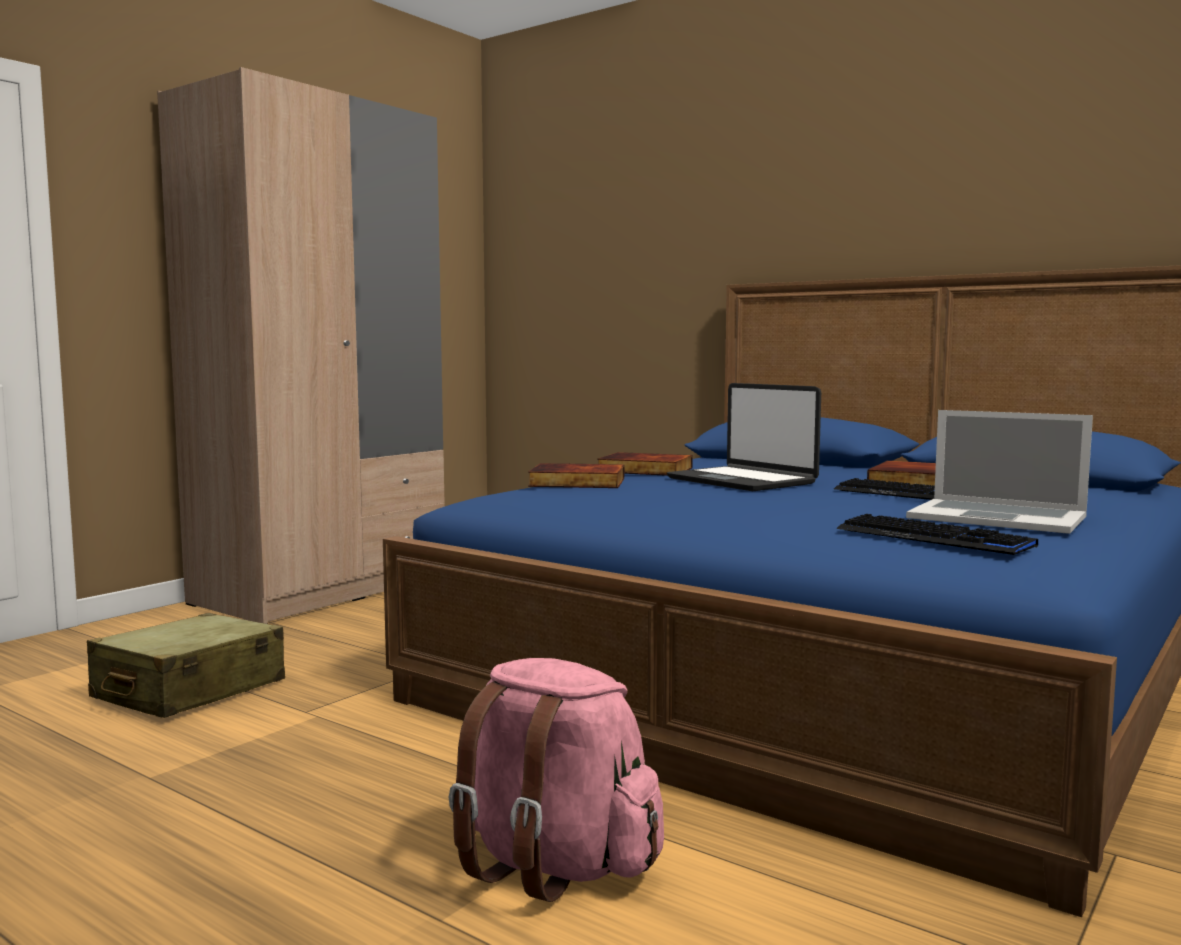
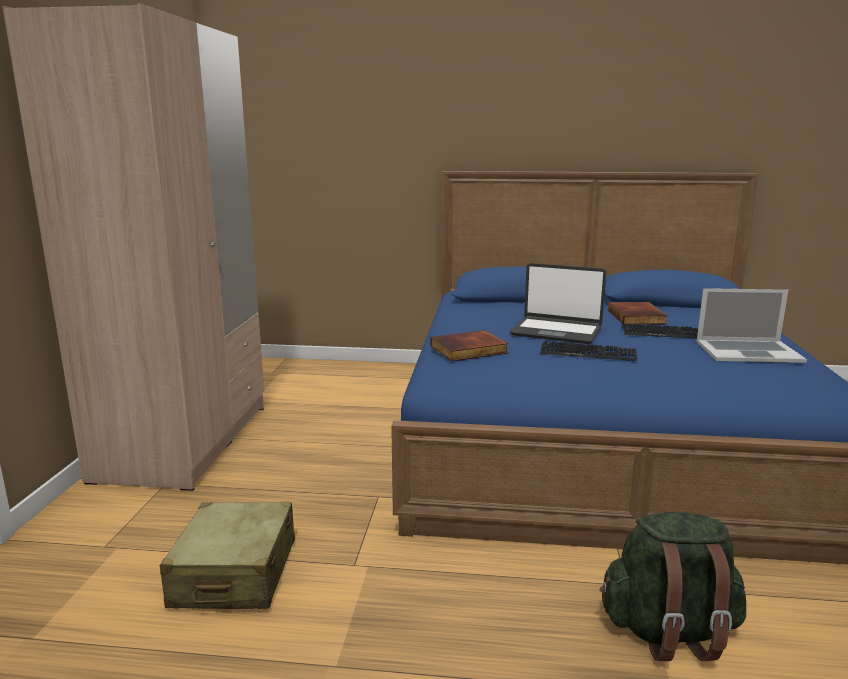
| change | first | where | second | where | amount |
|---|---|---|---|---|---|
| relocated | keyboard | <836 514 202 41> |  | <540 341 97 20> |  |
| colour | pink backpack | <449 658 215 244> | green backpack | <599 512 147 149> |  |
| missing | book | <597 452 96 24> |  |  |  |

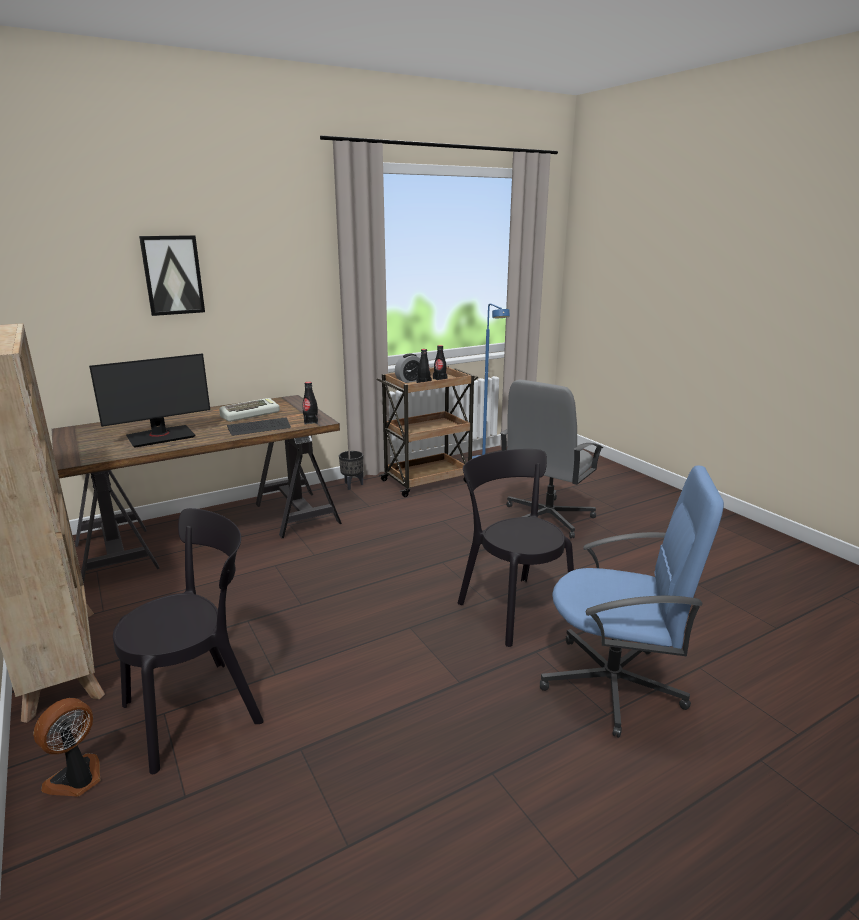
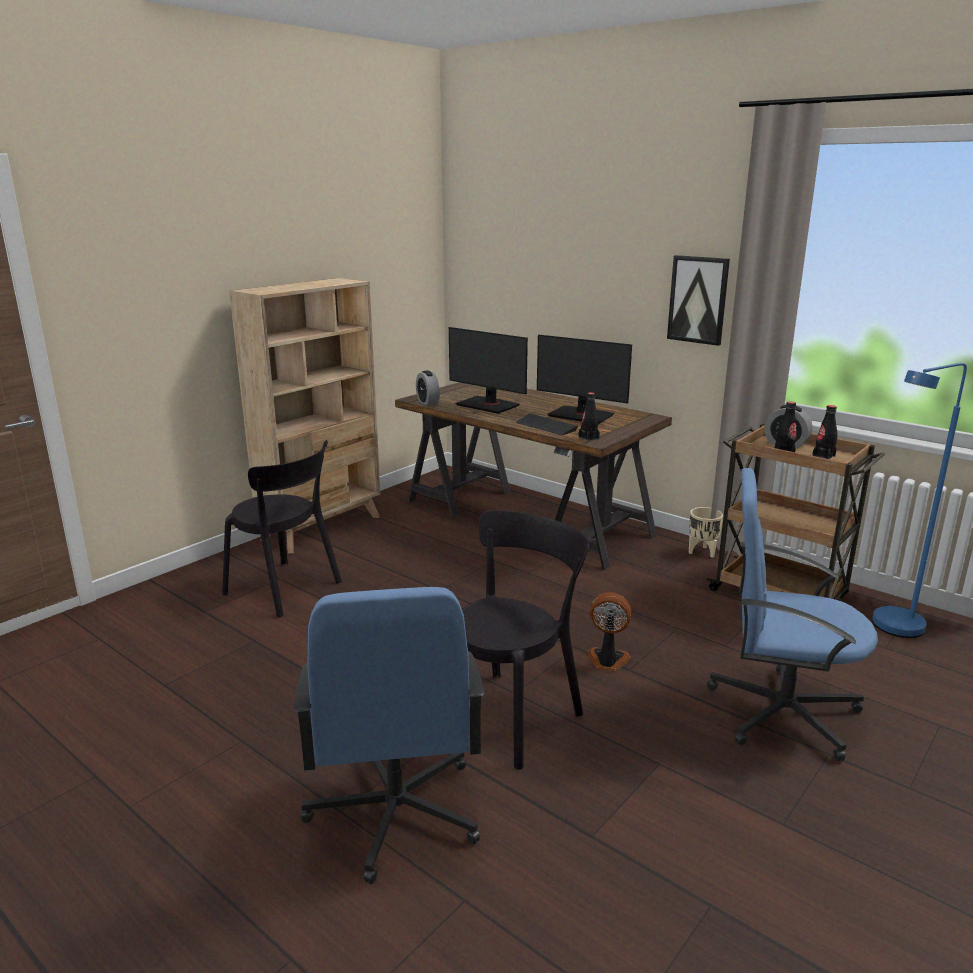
| change | first | where | second | where | amount |
|---|---|---|---|---|---|
| appeared |  |  | alarm clock | <416 370 24 36> |  |
| exchanged | keyboard | <219 398 61 24> | monitor | <537 335 95 89> |  |
| relocated | fan | <33 698 67 99> |  | <587 592 44 79> |  |
| relocated | picture | <139 235 66 81> |  | <667 255 63 91> |  |
| colour | black planter | <339 451 24 39> | beige planter | <689 507 34 51> |  |
| colour | grey office chair | <500 380 103 158> | blue office chair | <707 468 171 293> |  |

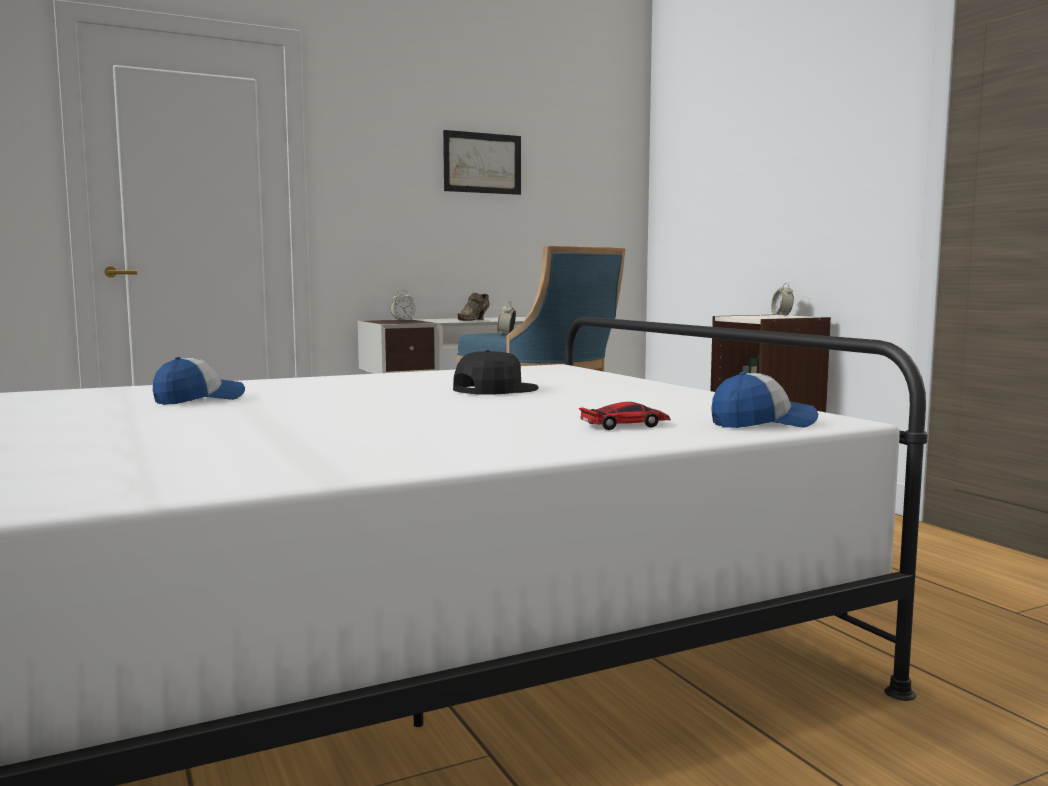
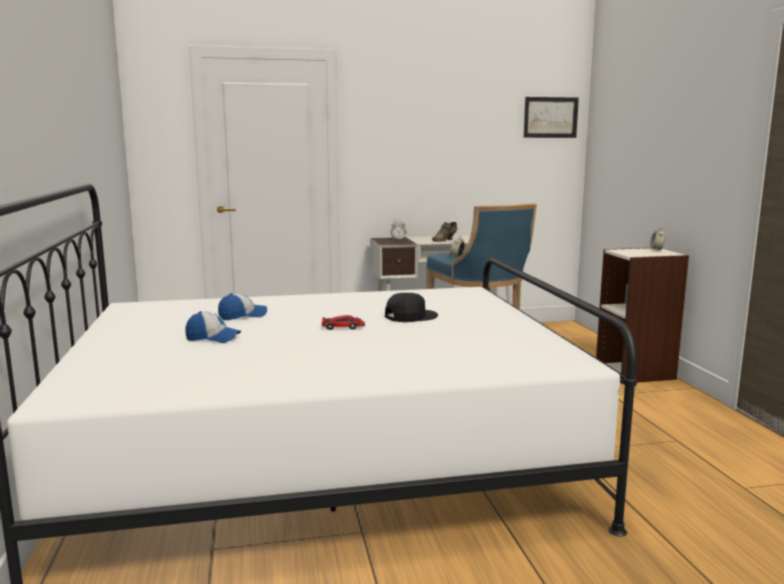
| change | first | where | second | where | amount |
|---|---|---|---|---|---|
| relocated | cap | <711 372 107 56> |  | <185 311 56 32> |  |
| relocated | toy car | <579 402 92 28> |  | <322 315 43 15> |  |
| relocated | picture | <443 130 78 65> |  | <524 97 55 41> |  |

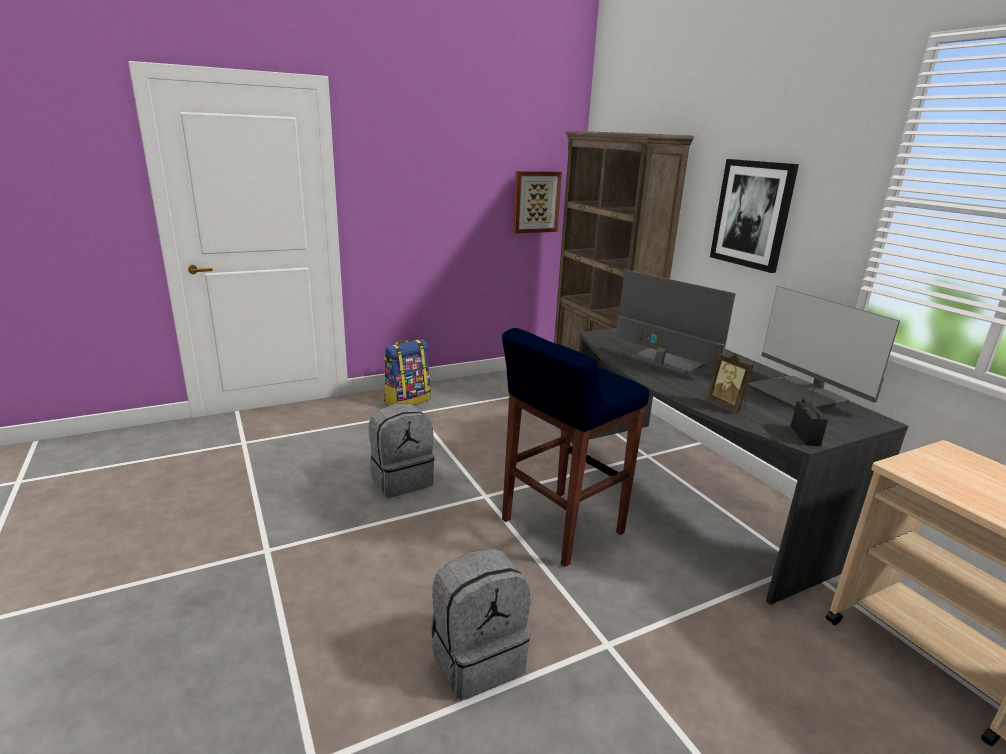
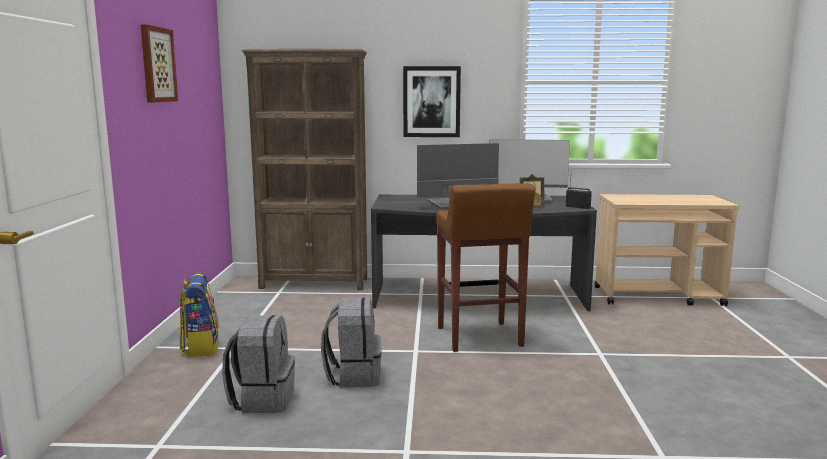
| change | first | where | second | where | amount |
|---|---|---|---|---|---|
| relocated | picture | <513 171 49 62> |  | <141 25 37 77> |  |
| relocated | grey backpack | <431 548 99 152> |  | <222 315 73 98> |  |
| colour | blue stool | <502 328 147 239> | brown stool | <436 183 99 169> |  |

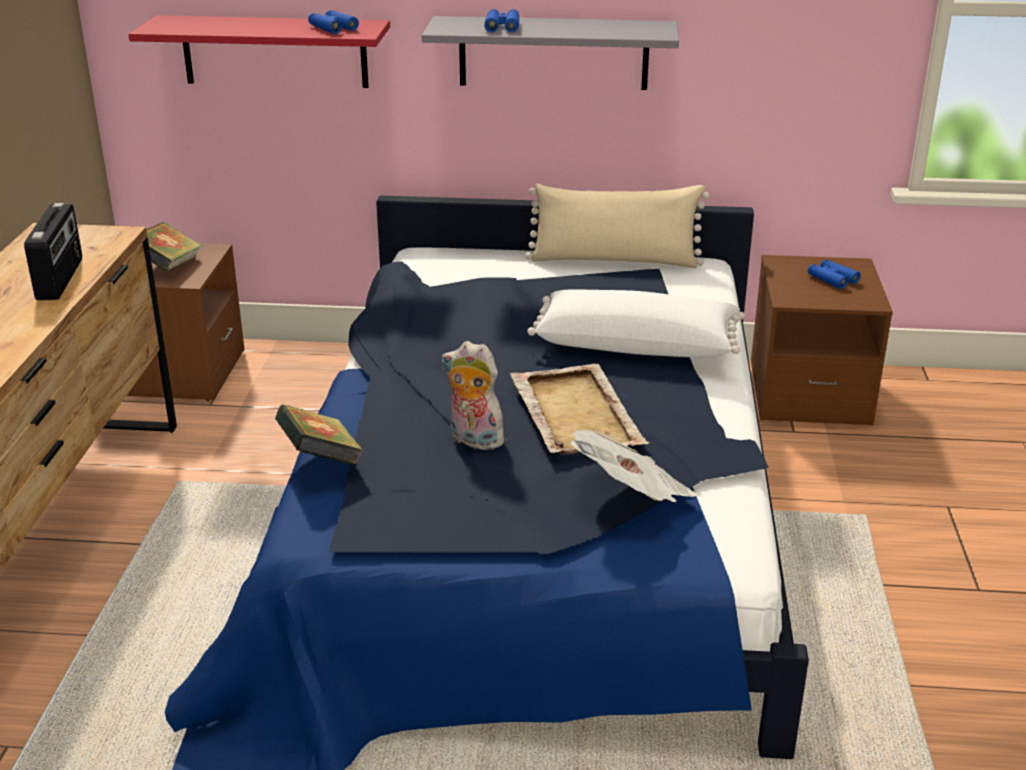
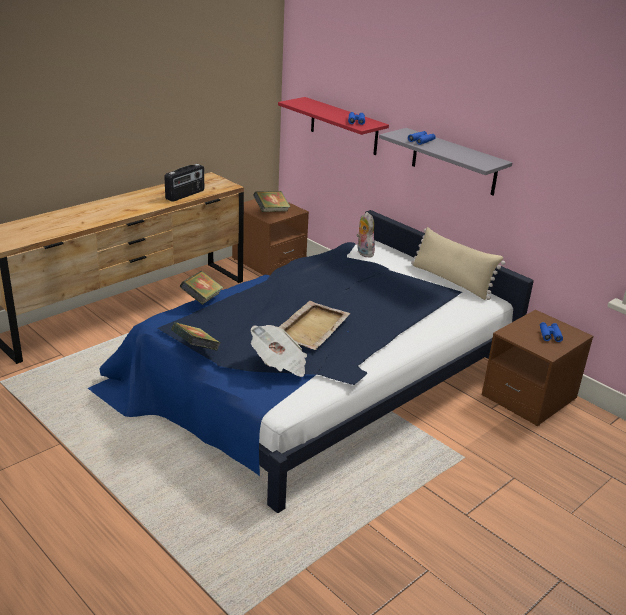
| change | first | where | second | where | amount |
|---|---|---|---|---|---|
| appeared |  |  | book | <171 322 49 29> |  |
| relocated | plush toy | <442 341 67 109> |  | <356 212 19 45> |  |
| missing | white pillow | <527 289 218 68> |  |  |  |

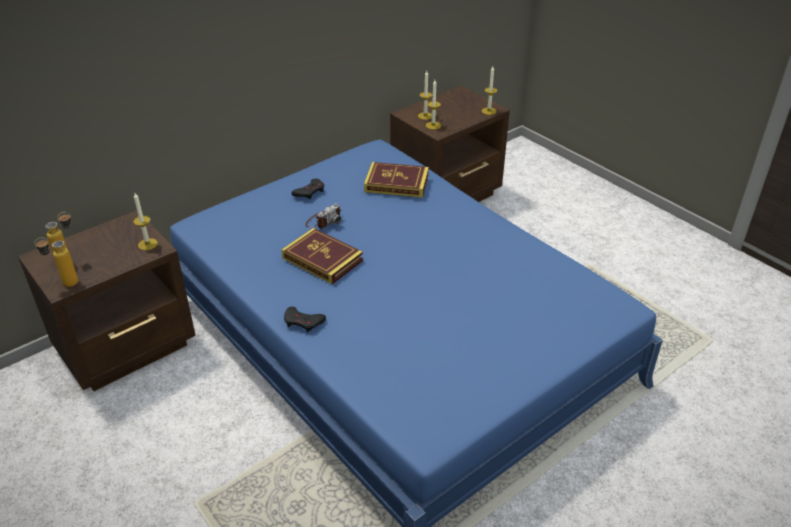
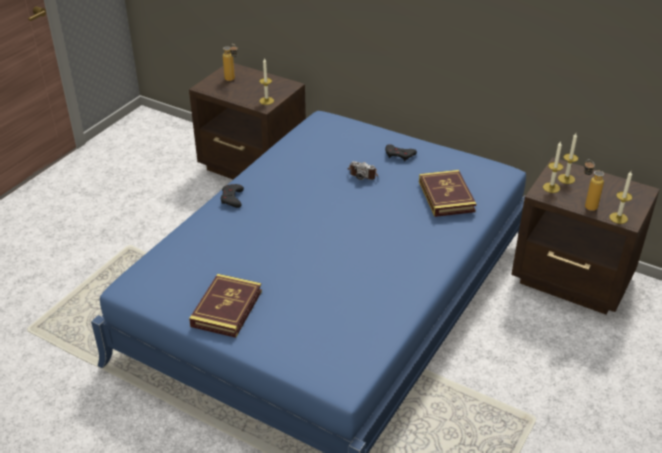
| change | first | where | second | where | amount |
|---|---|---|---|---|---|
| relocated | book | <281 228 82 56> |  | <189 274 73 64> |  |
| relocated | bottle | <34 238 44 49> |  | <584 160 20 51> |  |

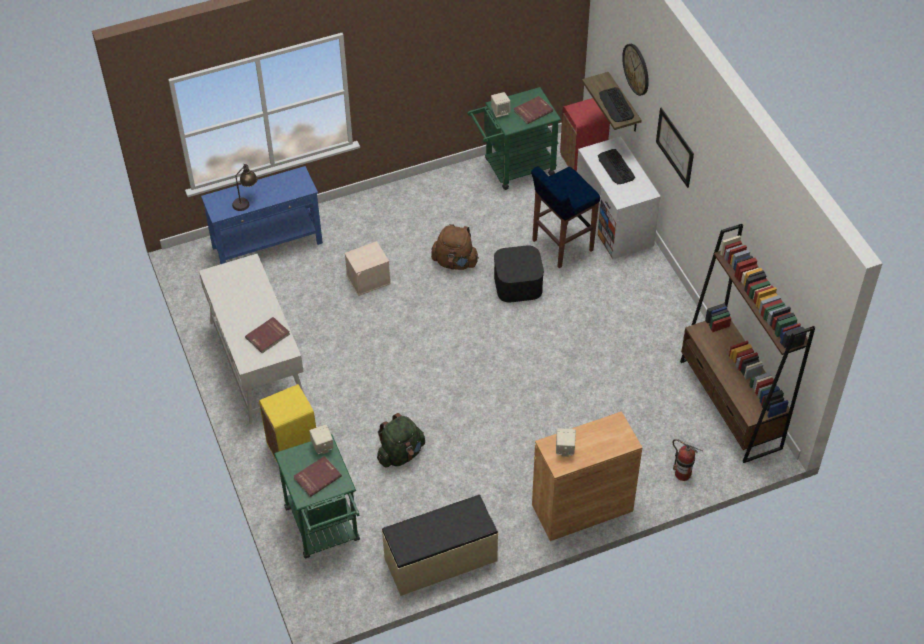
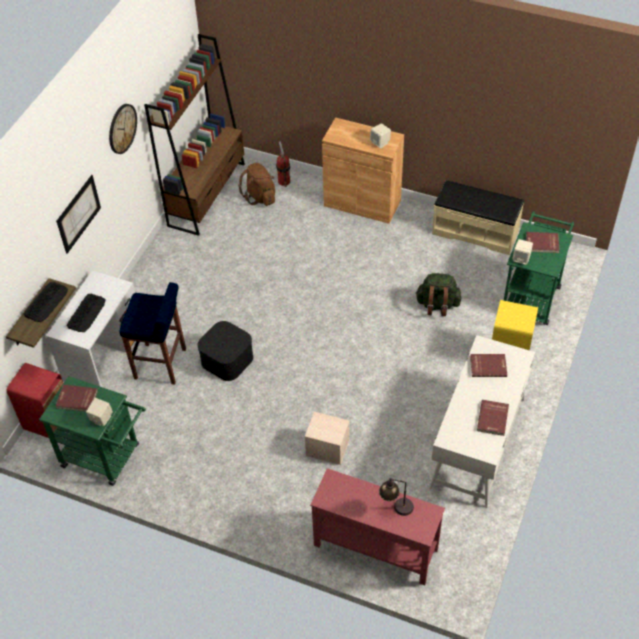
| change | first | where | second | where | amount |
|---|---|---|---|---|---|
| relocated | wall clock | <622 44 27 52> |  | <109 104 28 50> |  |
| relocated | brown backpack | <431 224 48 46> |  | <238 163 37 43> |  |
| colour | blue console table | <201 166 122 98> | red console table | <310 468 135 117> |  |
| appeared |  |  | red book | <477 400 32 36> |  |

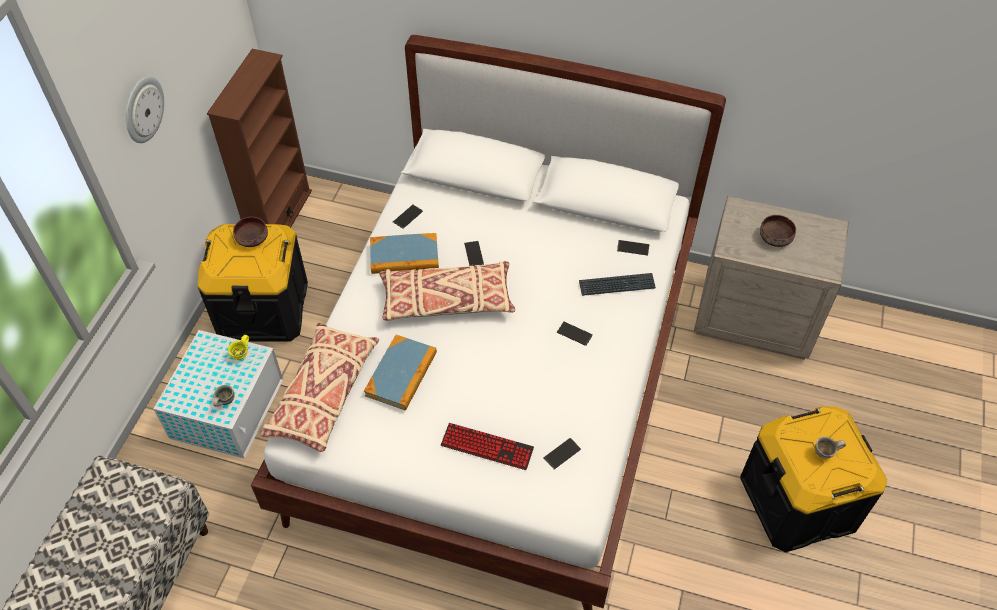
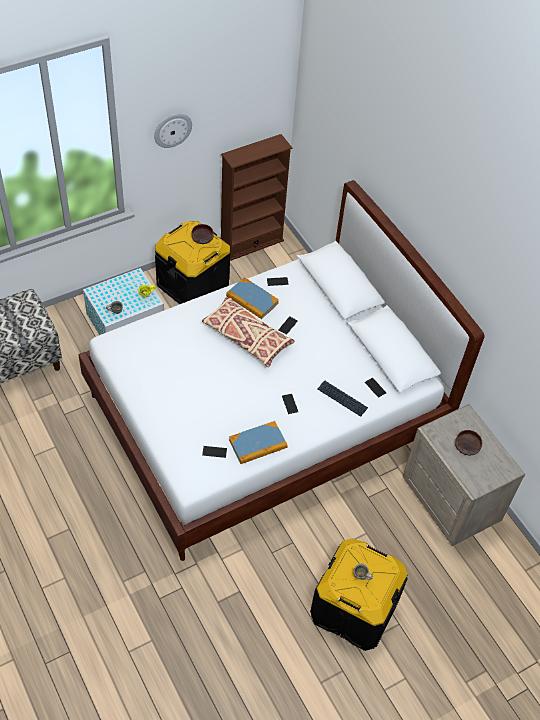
| change | first | where | second | where | amount |
|---|---|---|---|---|---|
| relocated | book | <364 335 73 76> |  | <229 421 59 43> |  |
| missing | beige pillow | <261 323 118 129> |  |  |  |
| missing | keyboard | <441 423 93 47> |  |  |  |

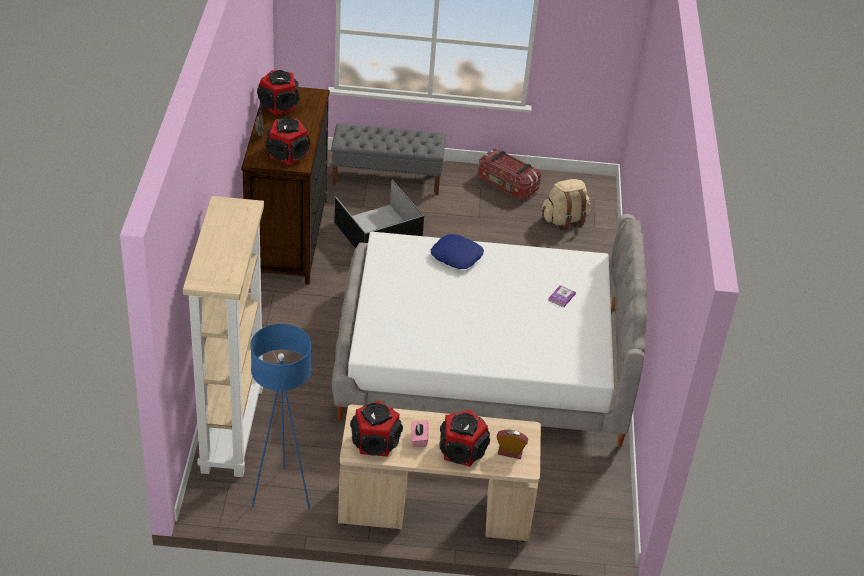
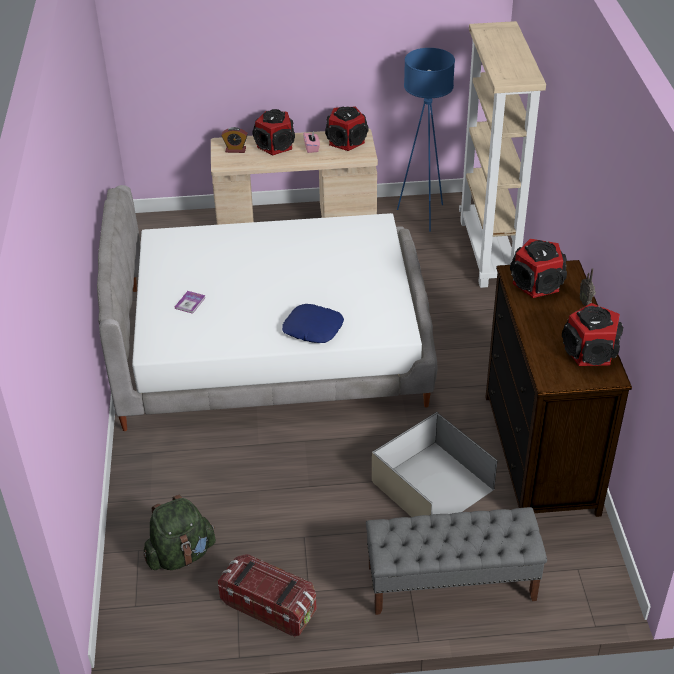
| change | first | where | second | where | amount |
|---|---|---|---|---|---|
| colour | beige backpack | <541 179 49 52> | green backpack | <144 495 72 75> |  |
| colour | black storage box | <334 180 90 68> | beige storage box | <372 412 126 105> |  |

